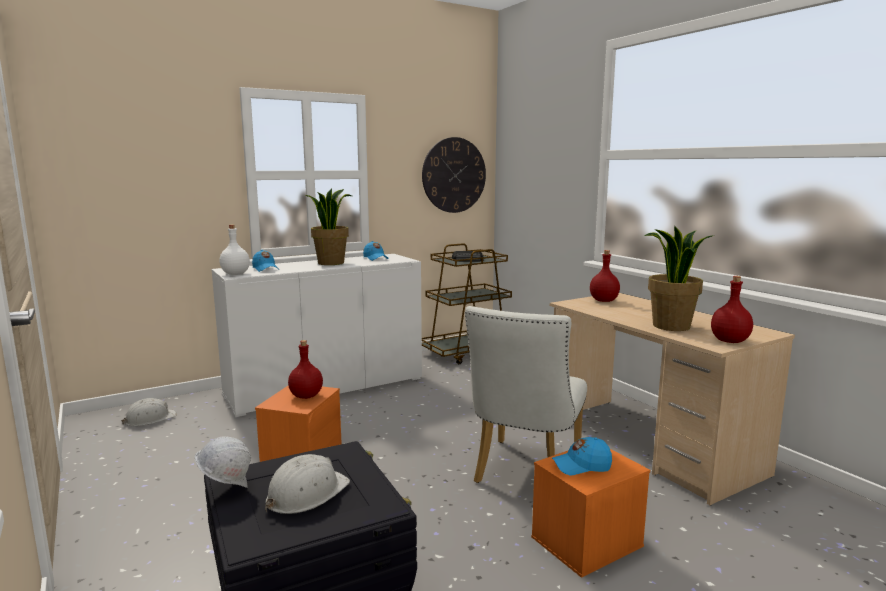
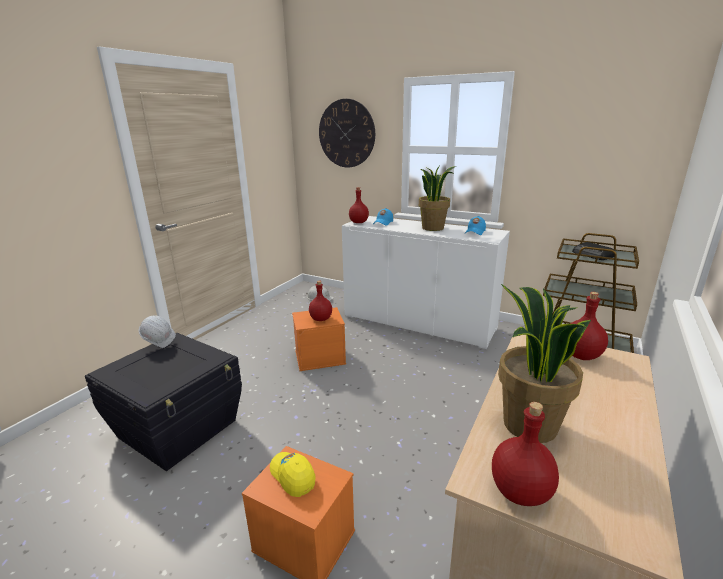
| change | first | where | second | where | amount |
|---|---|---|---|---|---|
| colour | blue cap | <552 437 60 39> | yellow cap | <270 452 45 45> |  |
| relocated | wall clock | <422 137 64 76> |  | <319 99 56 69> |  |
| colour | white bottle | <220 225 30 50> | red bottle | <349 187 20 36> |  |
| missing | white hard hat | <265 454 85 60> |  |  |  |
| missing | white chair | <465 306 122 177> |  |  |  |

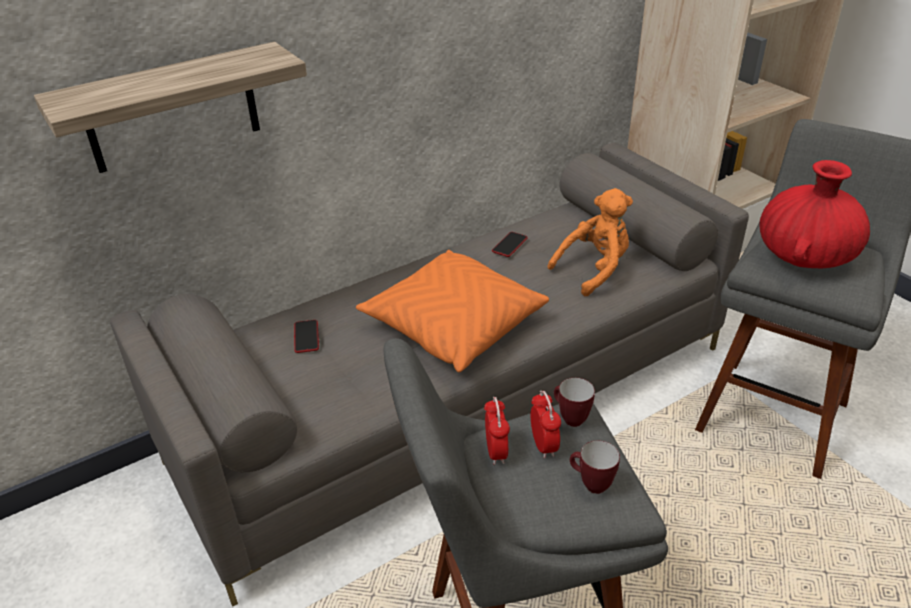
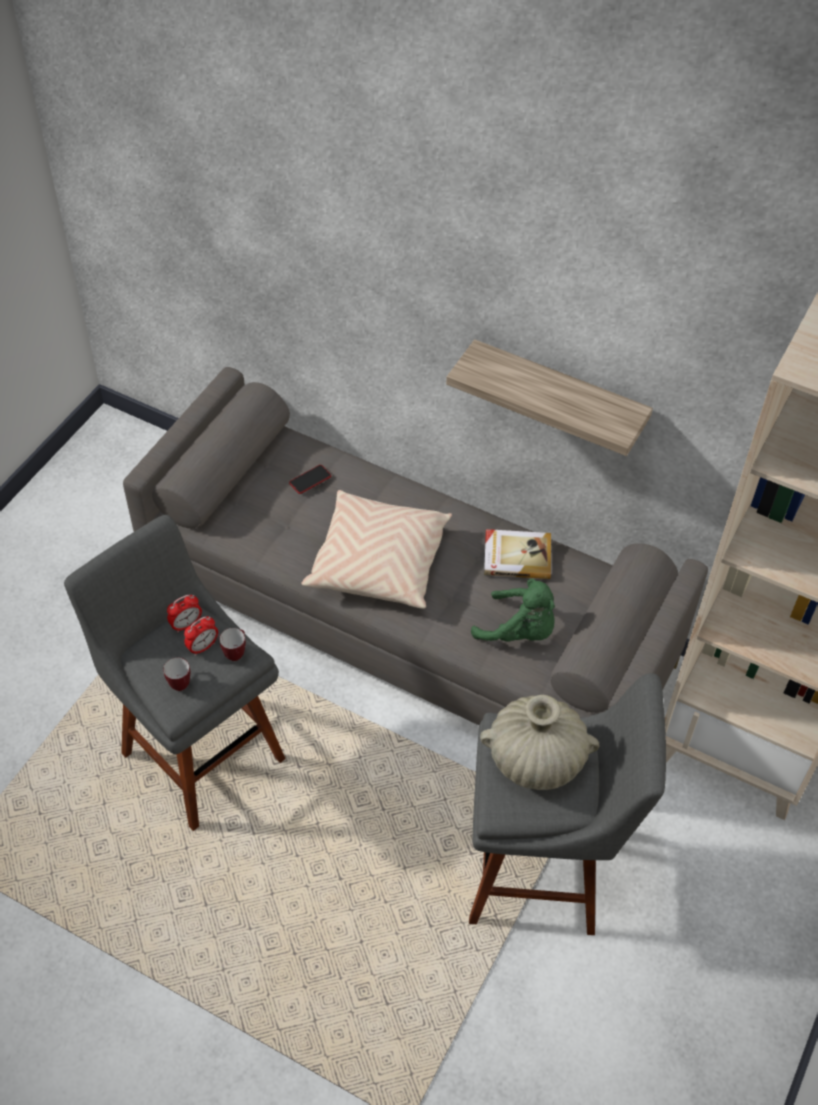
| change | first | where | second | where | amount |
|---|---|---|---|---|---|
| colour | orange pillow | <356 250 193 122> | beige pillow | <301 490 151 119> |  |
| relocated | shelf | <34 42 273 131> |  | <446 339 207 117> |  |
| colour | orange plush toy | <547 188 86 108> | green plush toy | <471 579 84 63> |  |
| colour | red vase | <759 160 111 108> | beige vase | <480 695 119 95> |  |
| exchanged | phone | <492 232 36 25> | book | <484 529 67 50> |  |

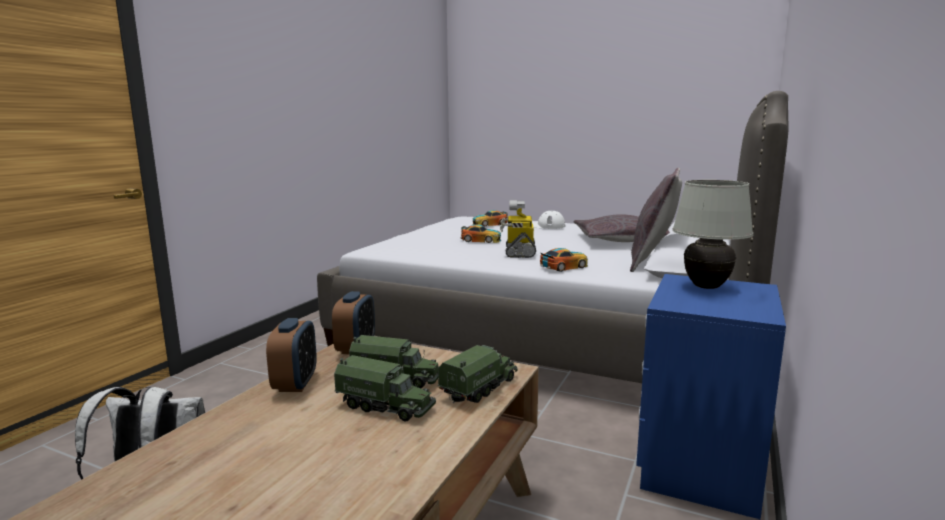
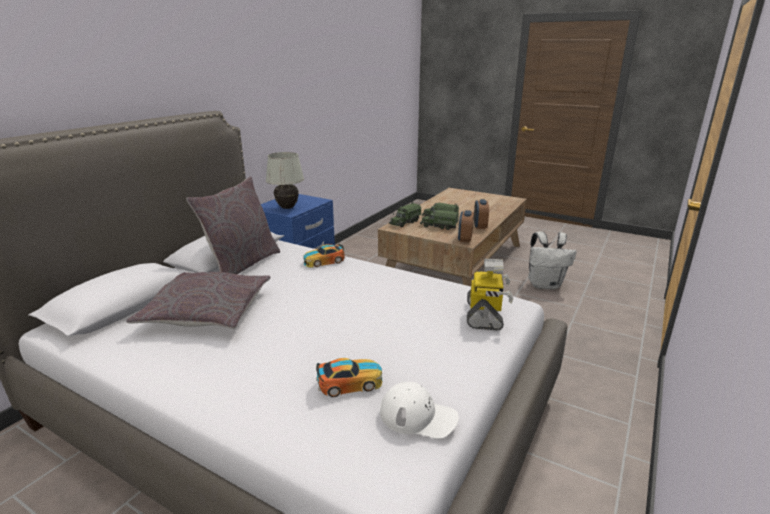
| change | first | where | second | where | amount |
|---|---|---|---|---|---|
| relocated | white cap | <532 210 34 19> |  | <380 382 79 57> |  |
| relocated | toy robot | <500 200 36 58> |  | <467 259 46 71> |  |
| missing | toy car | <461 224 40 19> |  |  |  |

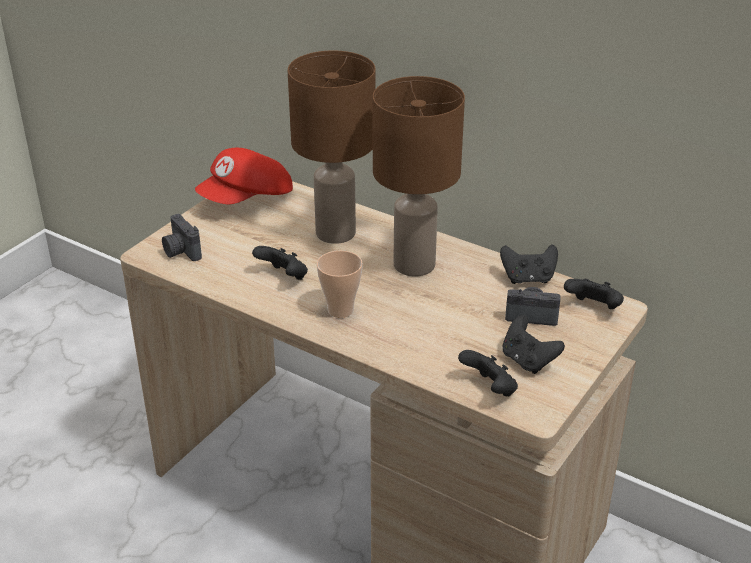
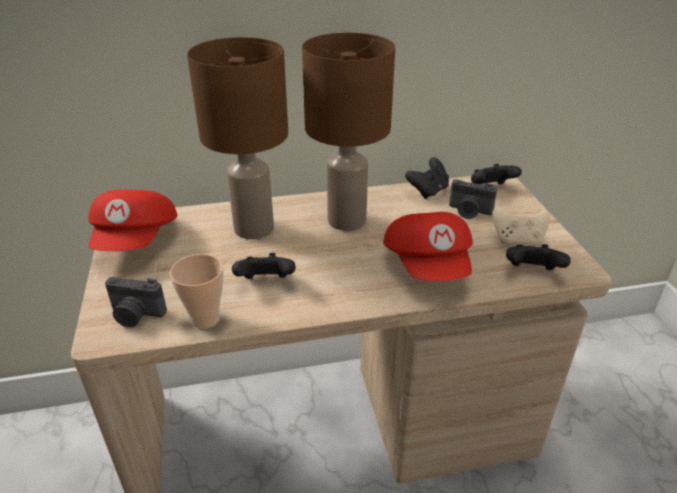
| change | first | where | second | where | amount |
|---|---|---|---|---|---|
| relocated | cup | <317 250 46 68> |  | <170 254 54 75> |  |
| appeared |  |  | red cap | <383 212 90 69> |  |
| spun | photo camera | <505 287 56 39> |  | <449 179 48 40> | 120 degrees counterclockwise |
| colour | black game controller | <502 315 63 59> | beige game controller | <492 206 58 40> |  |

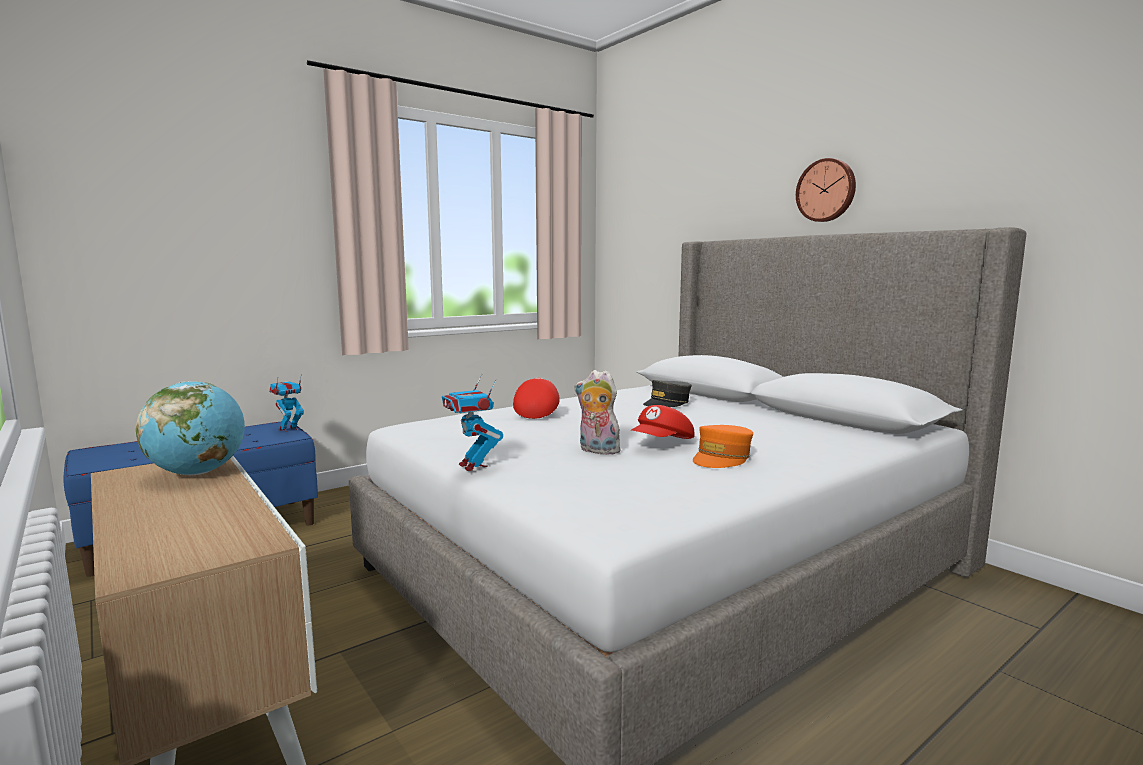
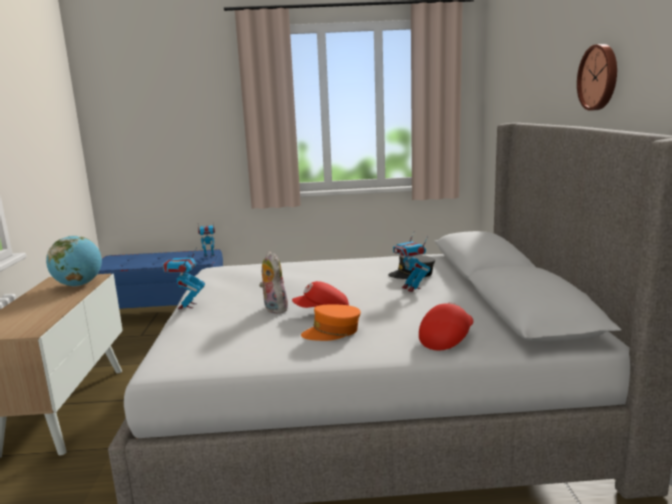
| change | first | where | second | where | amount |
|---|---|---|---|---|---|
| appeared |  |  | toy robot | <393 233 37 59> |  |
| relocated | red cap | <513 378 47 41> |  | <419 302 54 48> |  |

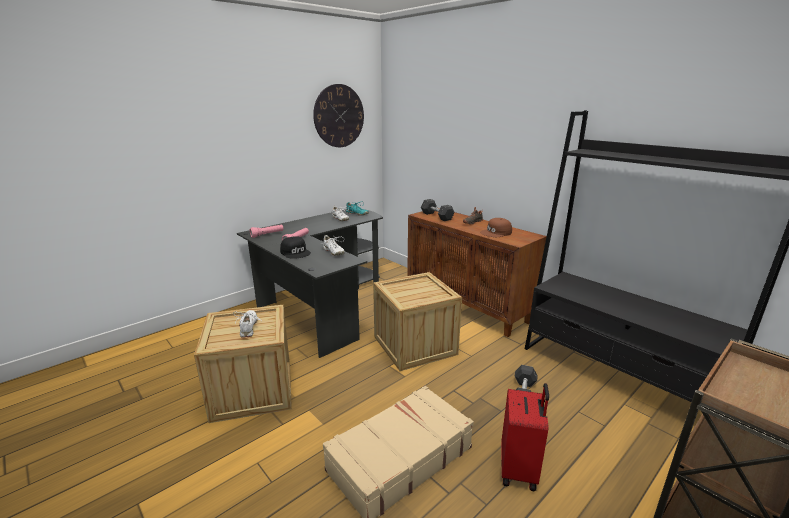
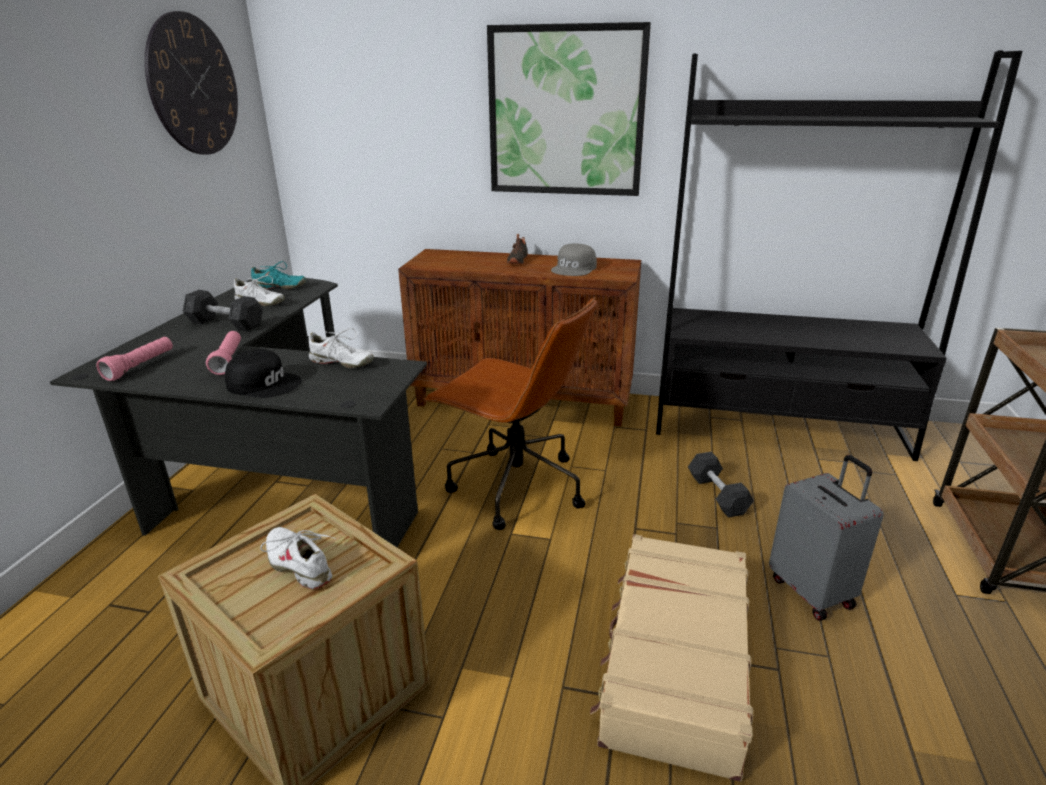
| change | first | where | second | where | amount |
|---|---|---|---|---|---|
| relocated | grey dumbbell | <421 199 34 22> |  | <182 290 81 42> |  |
| exchanged | crate | <373 272 89 99> | brown office chair | <424 297 173 233> |  |
| appeared |  |  | picture | <487 22 164 174> |  |
| colour | brown cap | <480 218 32 19> | grey cap | <551 243 46 33> |  |
| colour | red suitcase | <501 383 48 108> | grey suitcase | <769 455 115 166> |  |

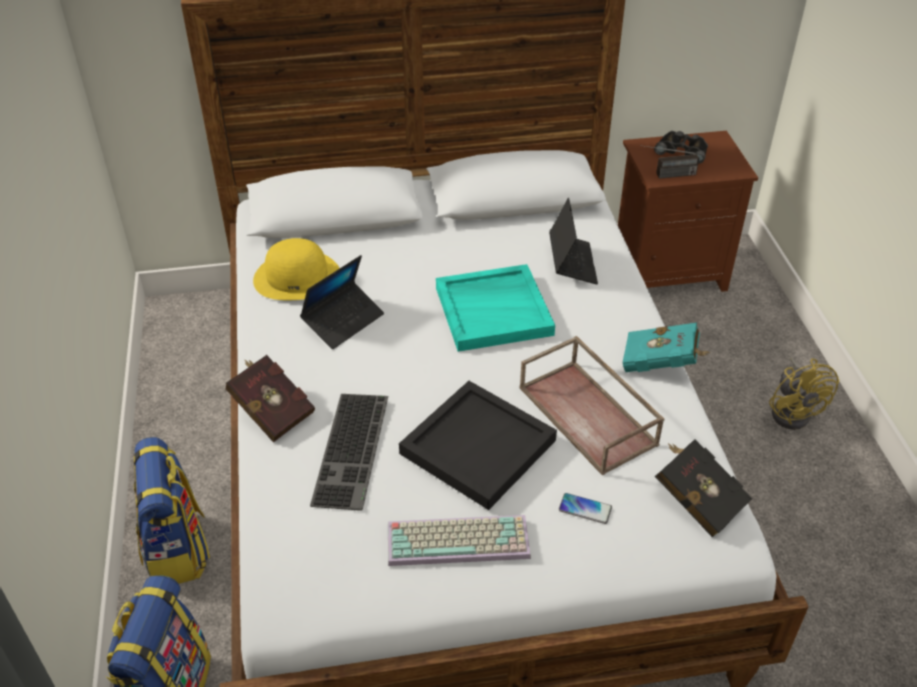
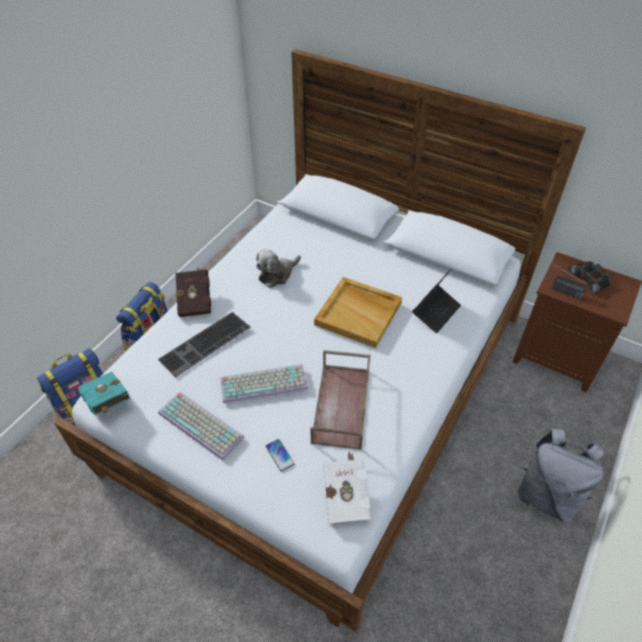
| change | first | where | second | where | amount |
|---|---|---|---|---|---|
| relocated | turquoise book | <622 322 89 50> |  | <78 372 52 43> |  |
| exchanged | black tray | <399 381 158 129> | keyboard | <220 364 88 39> |  |
| exchanged | laptop | <300 255 84 94> | plush toy | <256 249 45 39> |  |
| colour | turquoise tray | <436 264 119 88> | beige tray | <314 277 88 71> |  |
| colour | black book | <655 440 97 97> | white book | <323 451 48 73> |  |
| exchanged | yellow fan | <769 357 70 73> | grey backpack | <518 428 87 94> |  |
| missing | yellow hat | <253 238 87 62> |  |  |  |

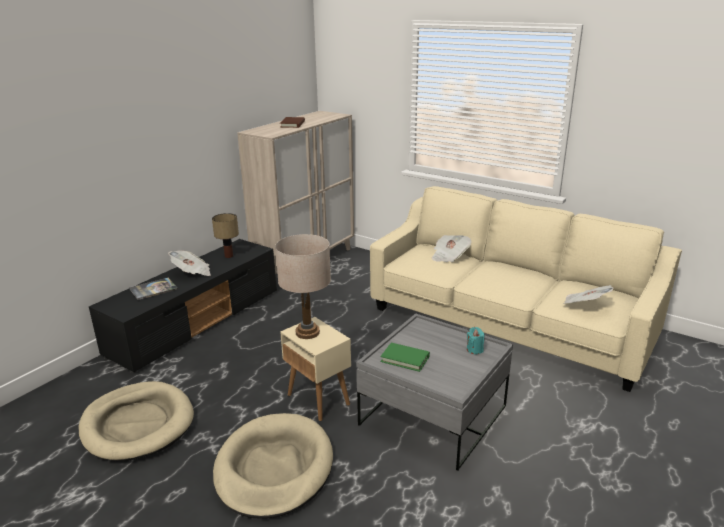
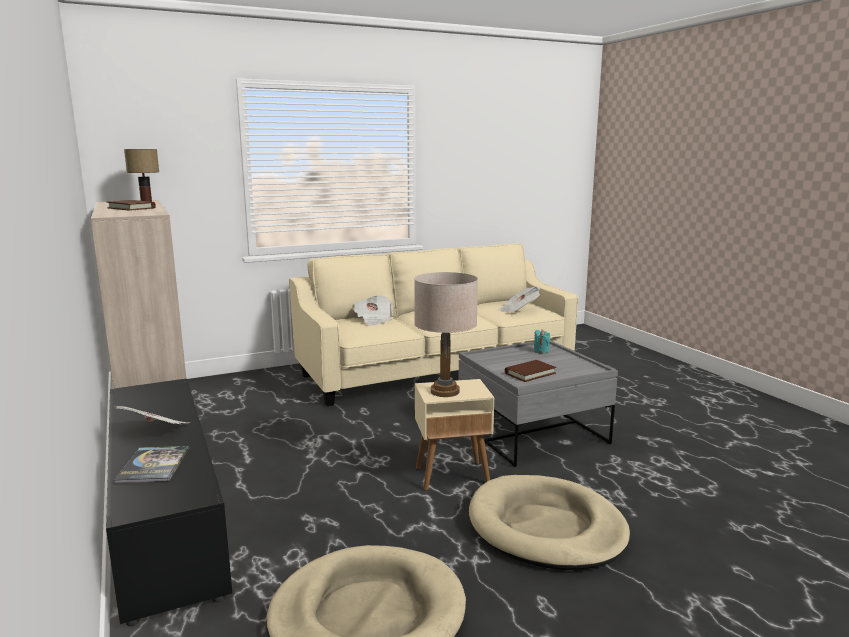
| change | first | where | second | where | amount |
|---|---|---|---|---|---|
| relocated | table lamp | <212 213 27 45> |  | <124 149 35 53> |  |
| colour | green book | <381 343 49 29> | brown book | <505 360 51 22> |  |

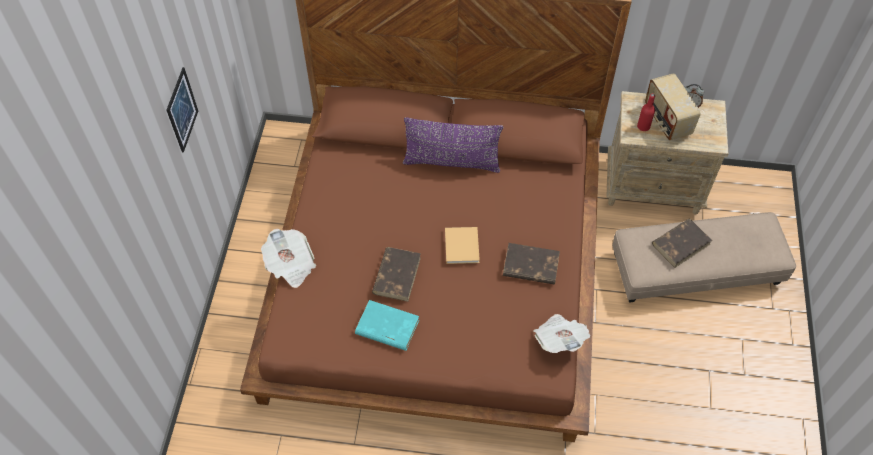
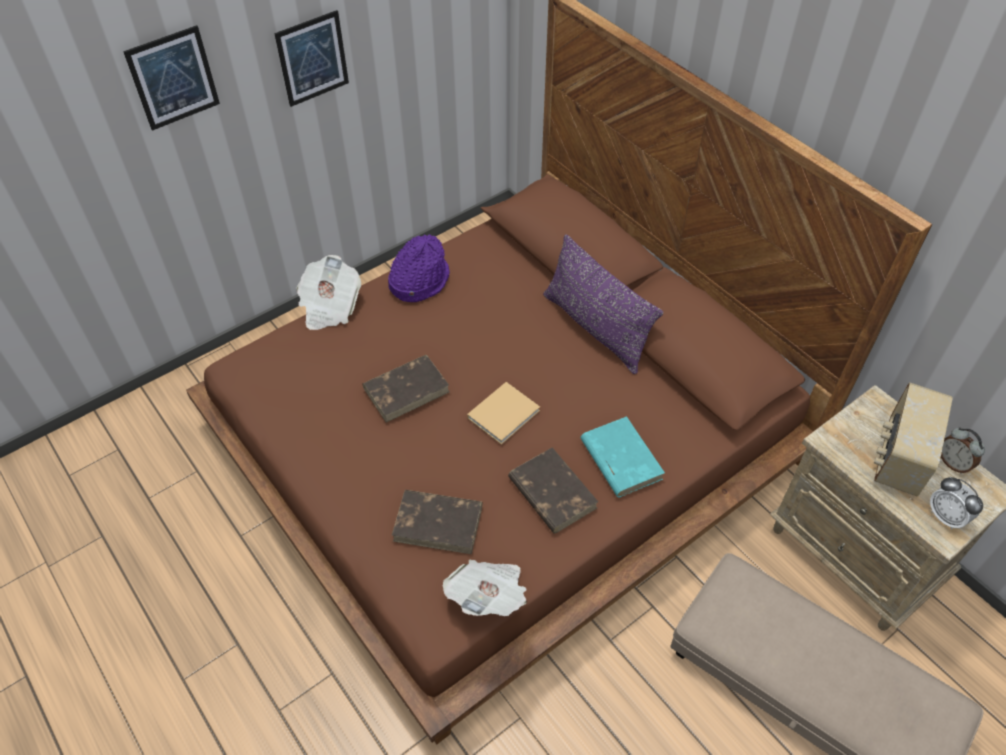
| change | first | where | second | where | amount |
|---|---|---|---|---|---|
| appeared |  |  | picture | <123 25 97 106> |  |
| appeared |  |  | purple hat | <388 235 62 67> |  |
| relocated | brown book | <652 219 60 49> |  | <392 490 90 64> |  |
| relocated | turquoise book | <355 300 64 51> |  | <580 416 85 81> |  |
| appeared |  |  | alarm clock | <930 477 53 53> |  |
| missing | red bottle | <637 94 18 37> |  |  |  |

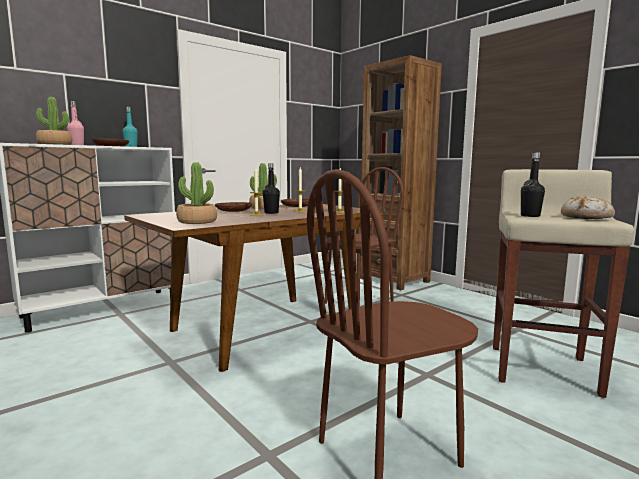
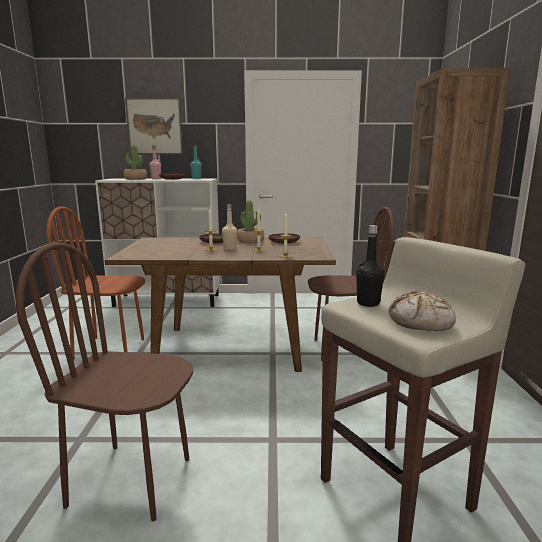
| change | first | where | second | where | amount |
|---|---|---|---|---|---|
| appeared |  |  | brown chair | <46 207 100 154> |  |
| appeared |  |  | picture | <125 98 58 57> |  |
| colour | black bottle | <263 163 17 51> | beige bottle | <222 204 16 46> |  |
| missing | potted plant | <176 163 41 61> |  |  |  |

